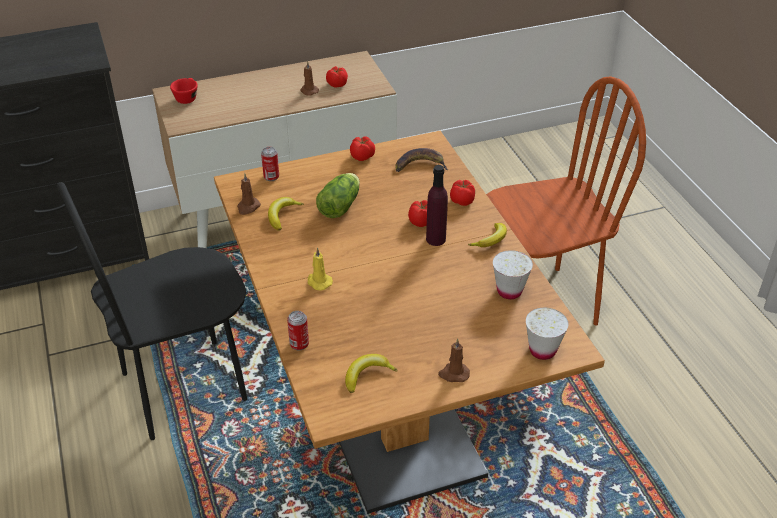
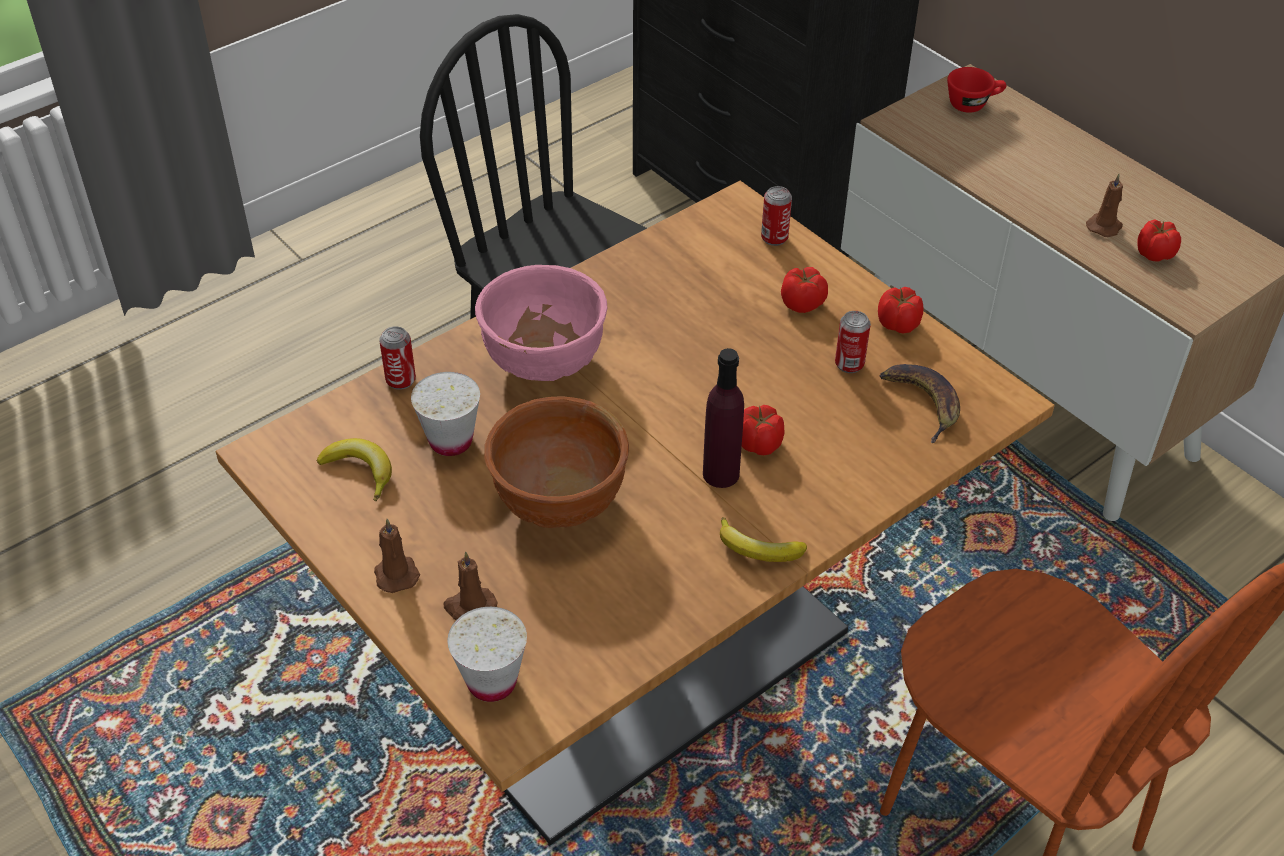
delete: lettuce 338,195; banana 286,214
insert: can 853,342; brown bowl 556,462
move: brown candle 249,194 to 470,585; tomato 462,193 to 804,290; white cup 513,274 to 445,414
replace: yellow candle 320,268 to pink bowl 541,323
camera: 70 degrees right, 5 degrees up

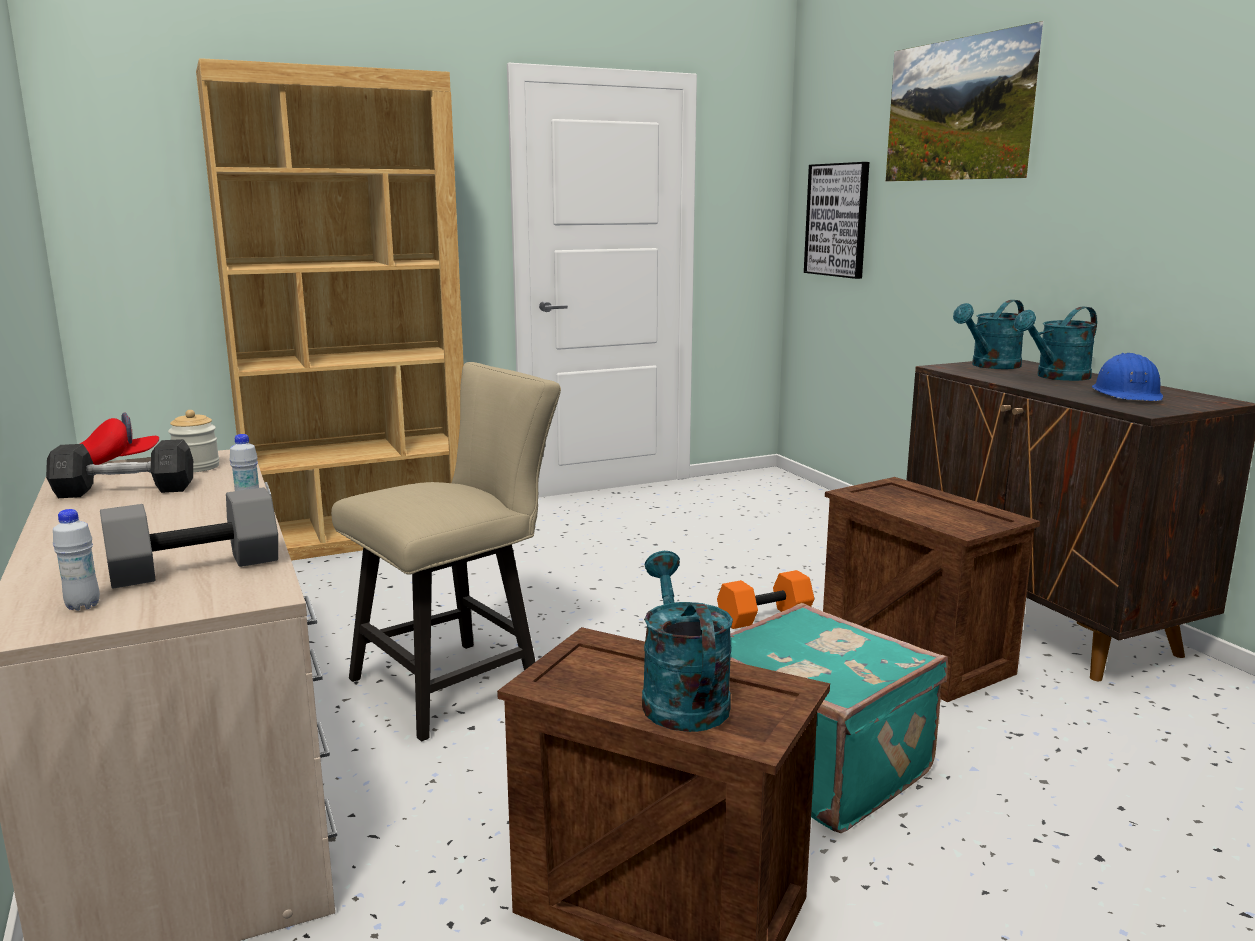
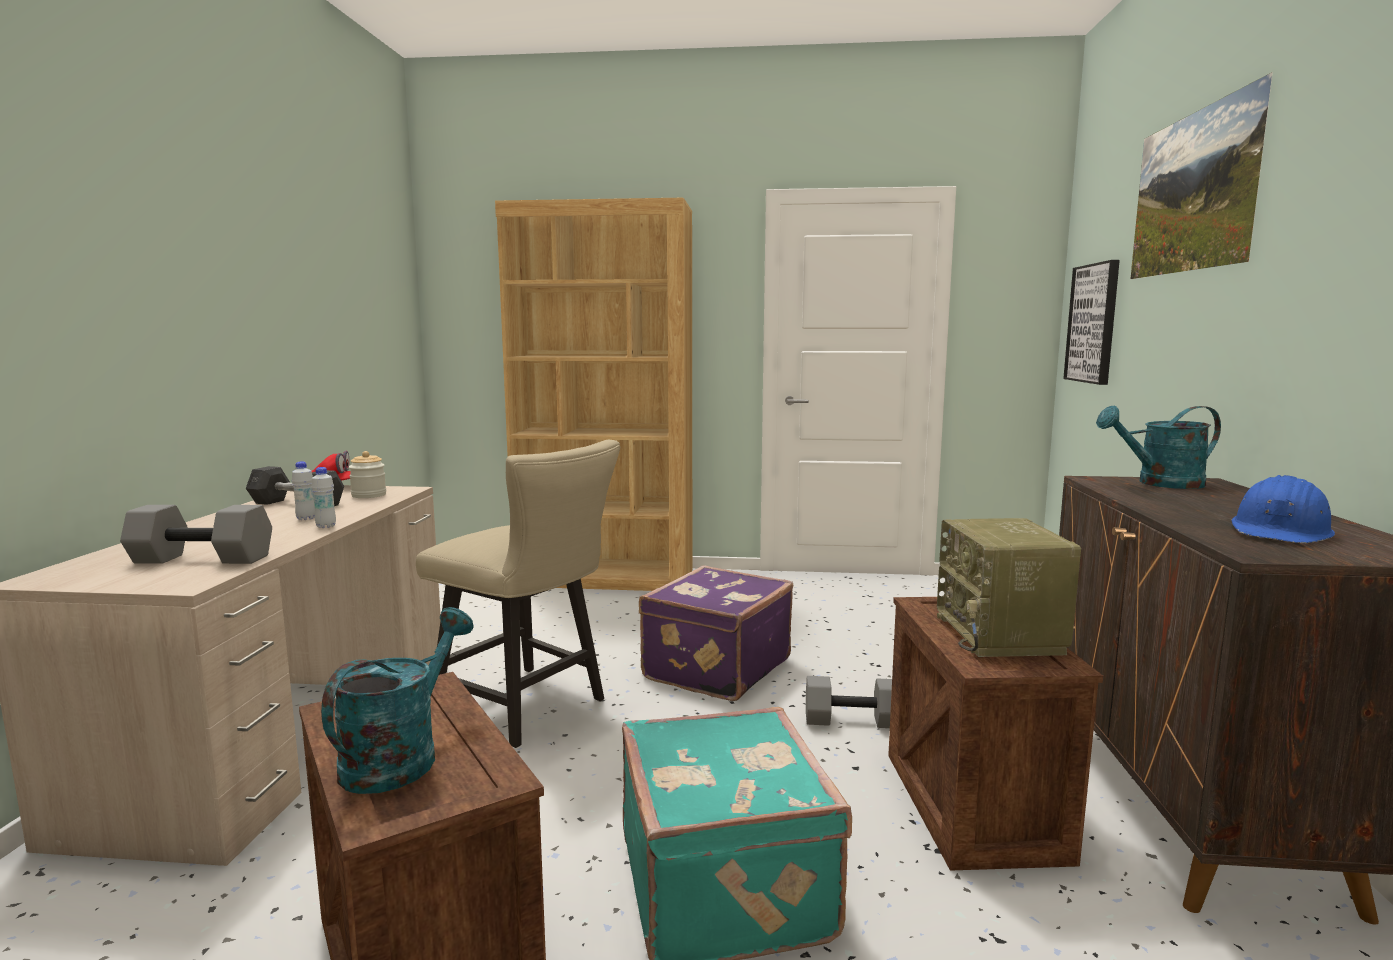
delete: turquoise watering can 1055,344
insert: radio 1009,587; purple suitcase 716,633
move: white bottle 76,560 to 303,490
recolor: orange dumbbell 765,599 to grey dumbbell 849,702
rotate: beige chair 446,551 = 518,594 45 degrees clockwise
camera: 30 degrees right, 5 degrees down

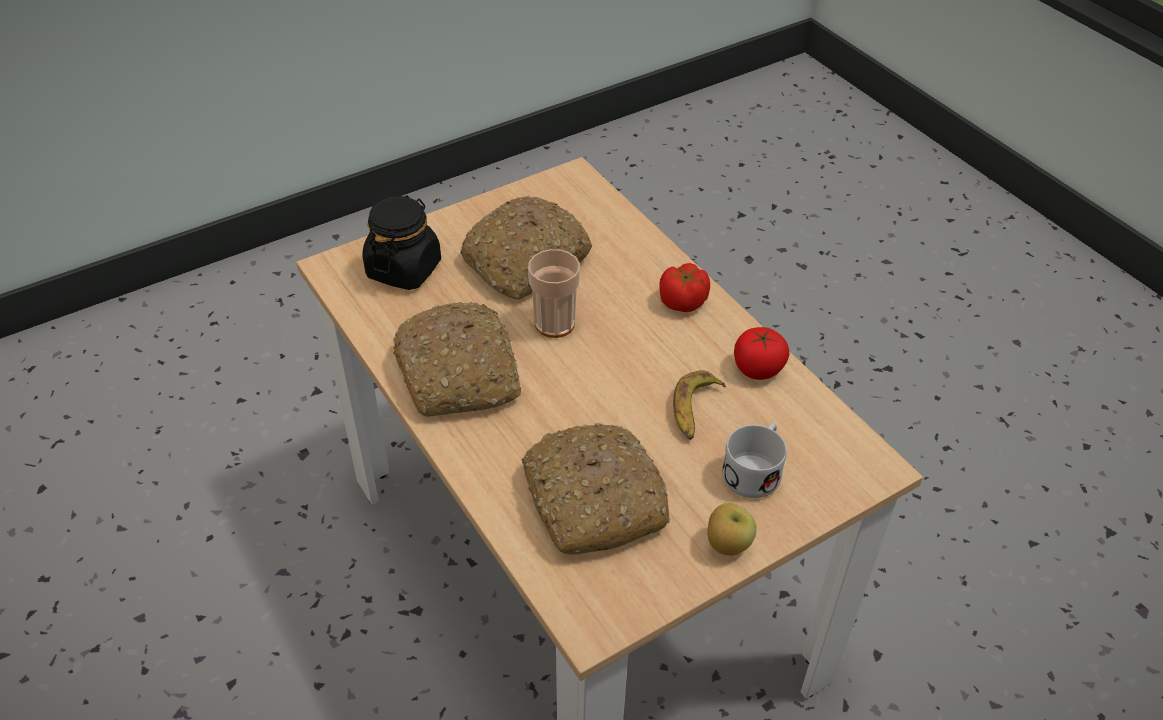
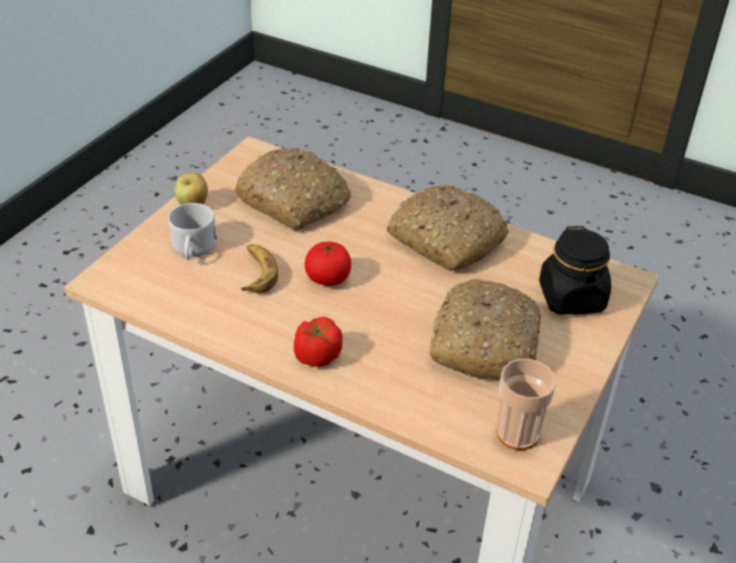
move: cup 554,293 to 526,404; tomato 761,353 to 327,264
camera: 150 degrees right, 5 degrees down

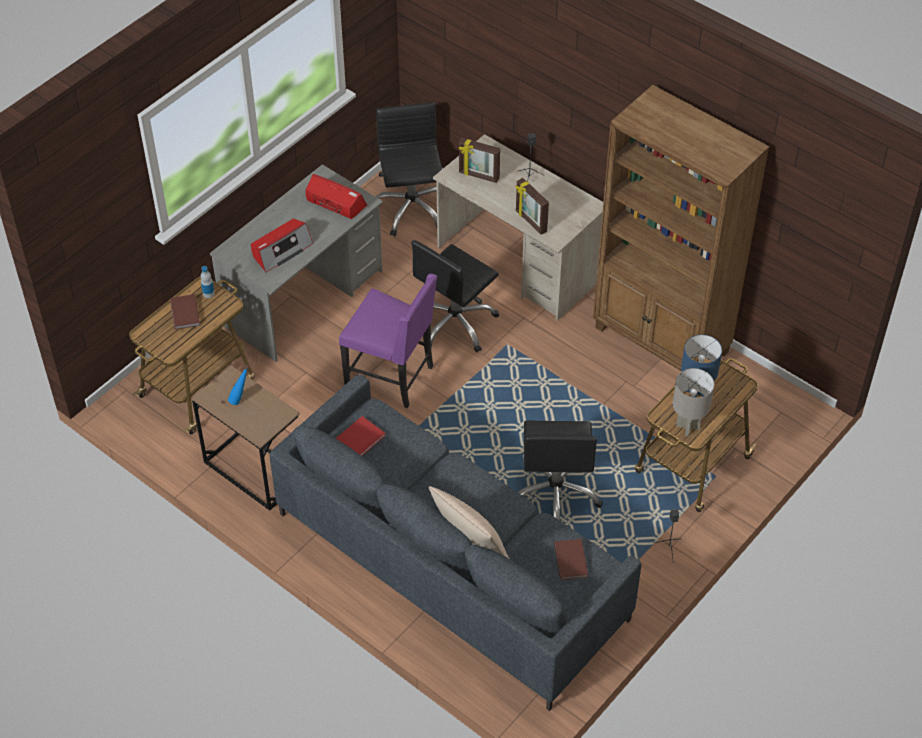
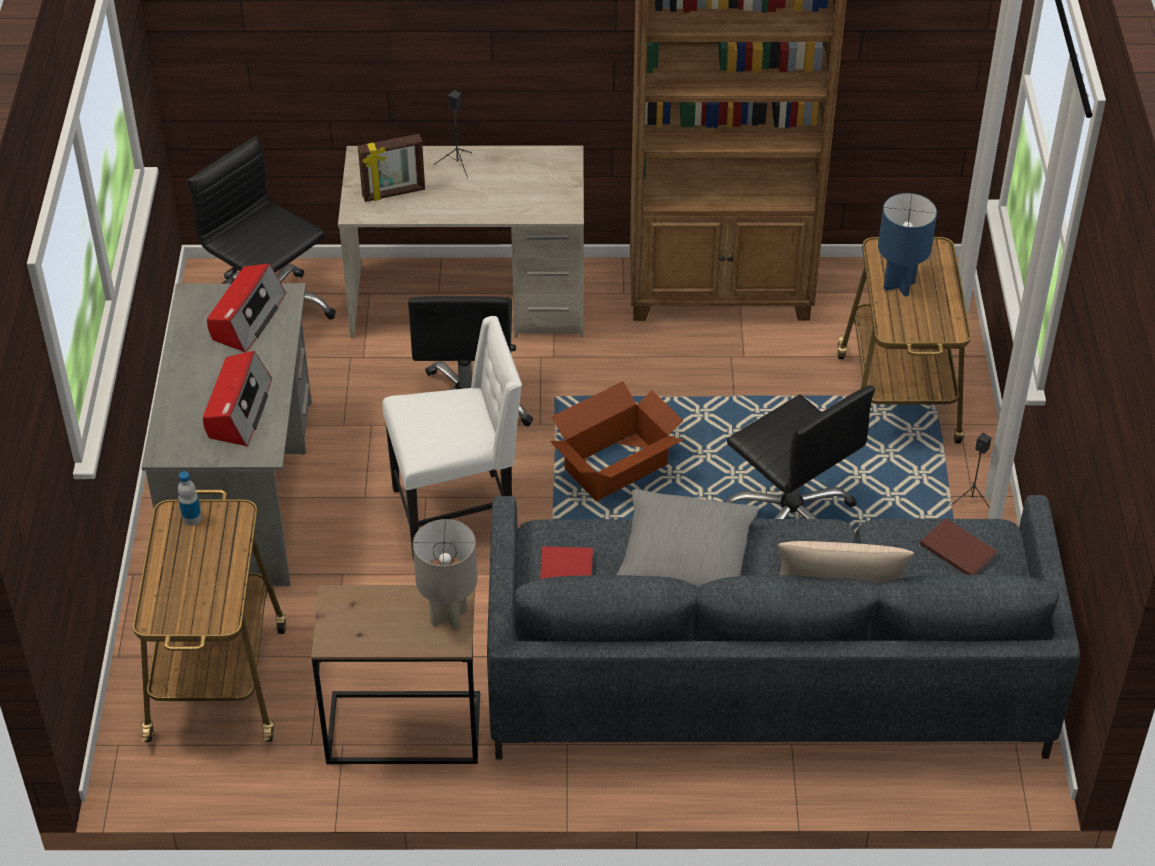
delete: picture frame 532,206; brown book 185,312; blue bottle 238,385
insert: cardboard box 616,441; grey pillow 687,538
move: grey table lamp 693,402 to 445,575
recolor: purple chair 388,340 to white chair 452,438
rotate: radio 336,196 = 246,308 120 degrees clockwise
camera: 40 degrees left, 5 degrees down

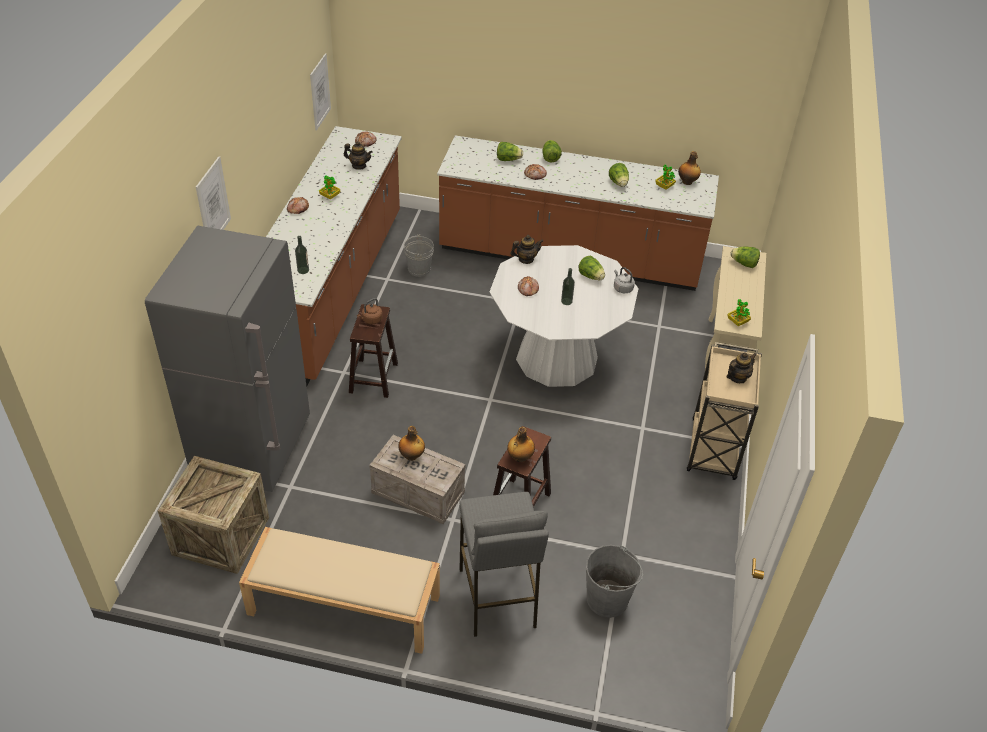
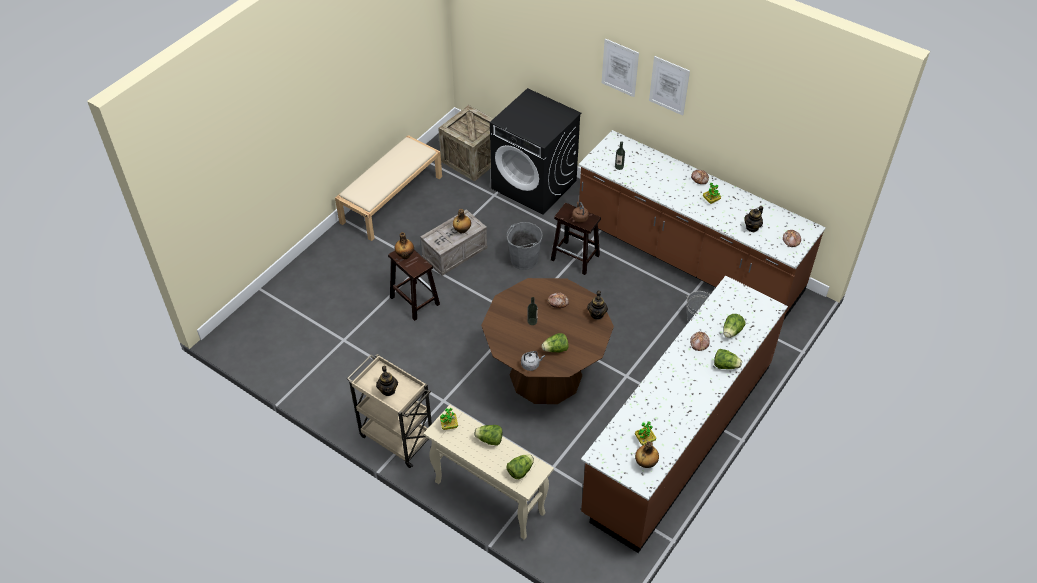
delete: grey stool 504,564
move: picture 320,92 to 669,85; lettuce 619,175 to 488,435; grey bucket 614,581 to 525,246
replace: grey fridge 227,359 to black washing machine 535,151
recolor: white dining table 564,316 to brown dining table 547,341
camera: 115 degrees right, 5 degrees up

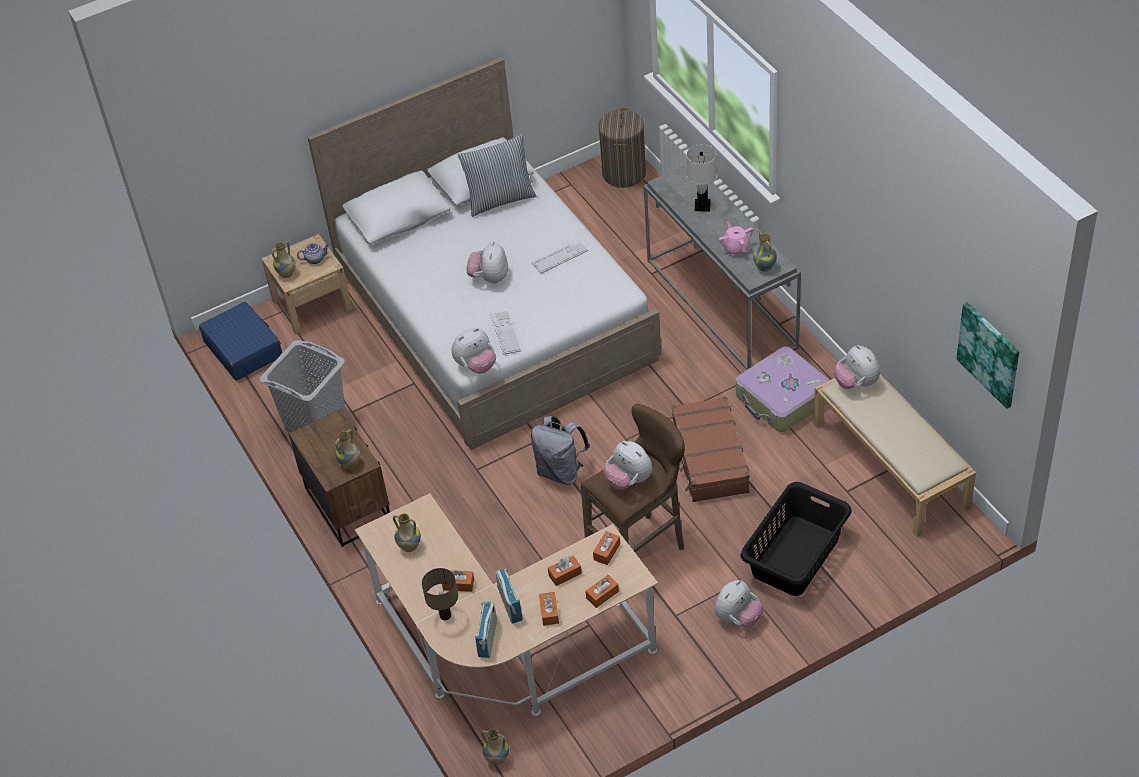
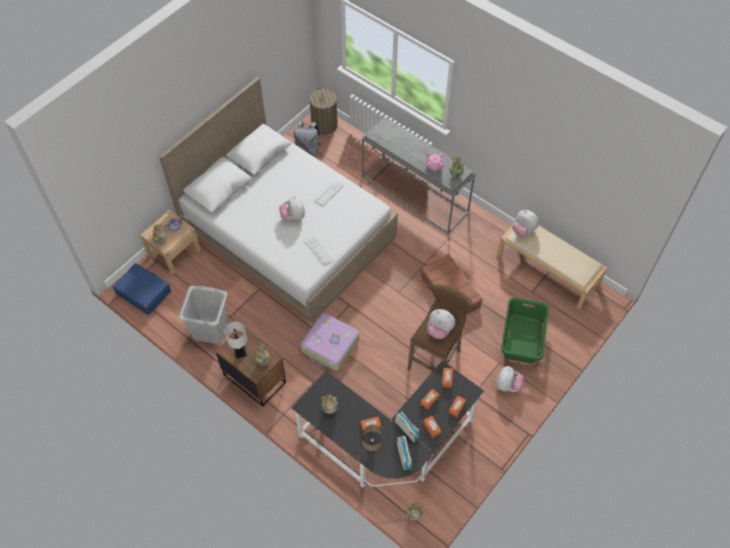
delete: pillow 497,175; picture 987,355; plush toy 473,351
move: white table lamp 701,177 to 235,340; suitcase 783,389 to 330,342; grey backpack 560,450 to 307,138
recolor: black laundry basket 796,539 to green laundry basket 525,330; beige desk 506,605 to black desk 387,424
camera: 25 degrees left, 10 degrees up

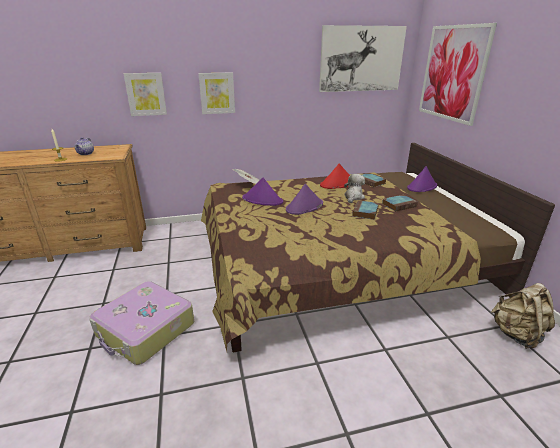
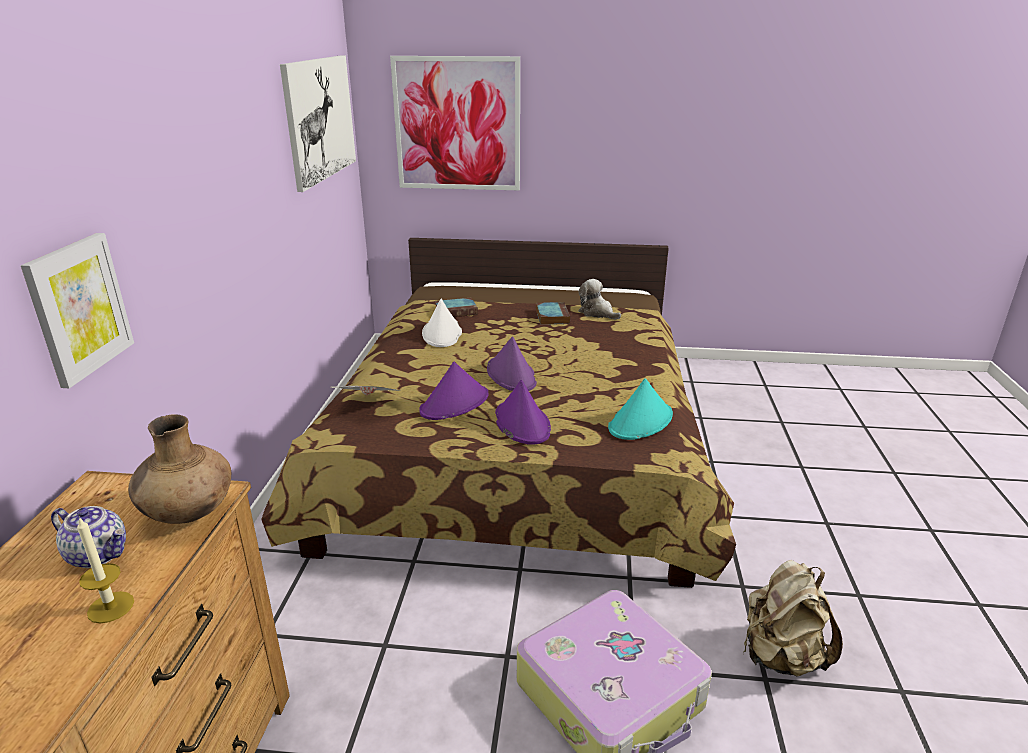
delete: picture 216,93; book 366,210
insert: turquoise hat 640,409; brown vase 179,469
move: purple hat 422,179 to 523,412; plush toy 354,188 to 599,299; beige backpack 523,316 to 793,618
recolor: red hat 335,176 to white hat 442,323
camera: 70 degrees left, 0 degrees up

